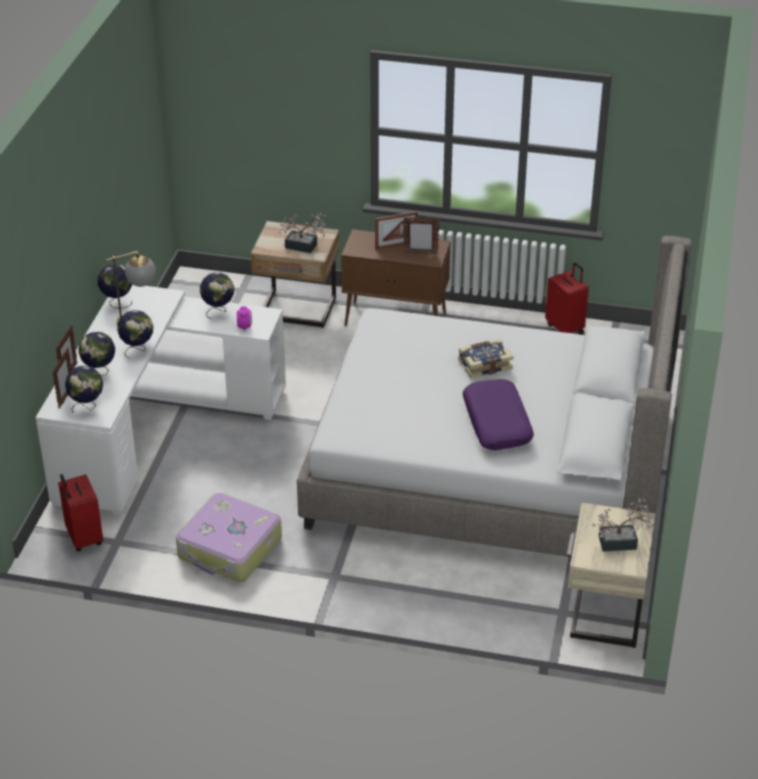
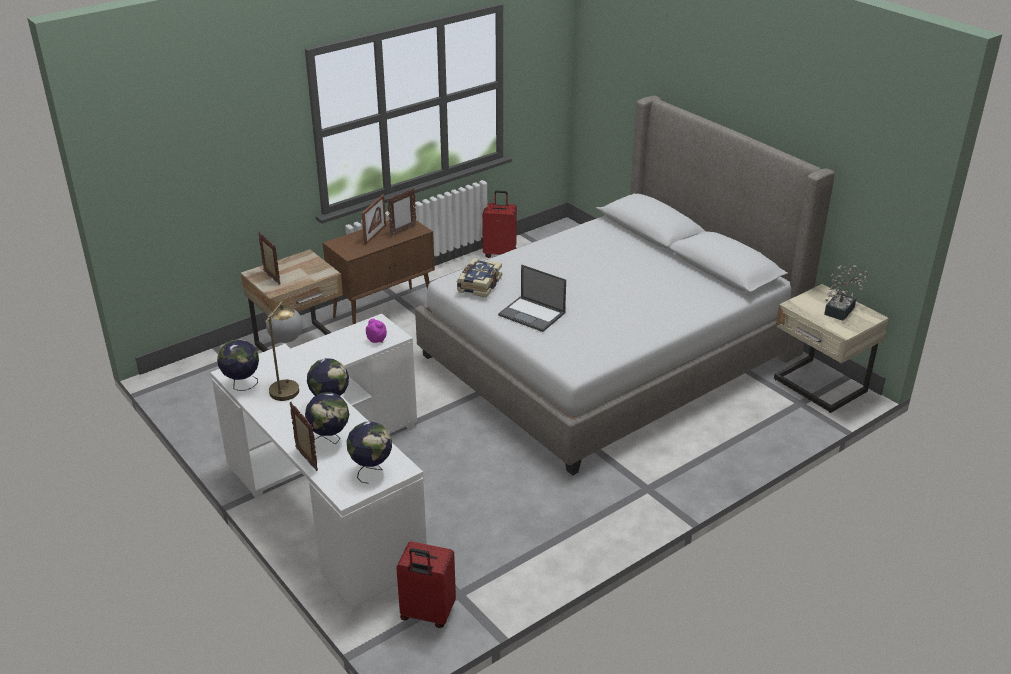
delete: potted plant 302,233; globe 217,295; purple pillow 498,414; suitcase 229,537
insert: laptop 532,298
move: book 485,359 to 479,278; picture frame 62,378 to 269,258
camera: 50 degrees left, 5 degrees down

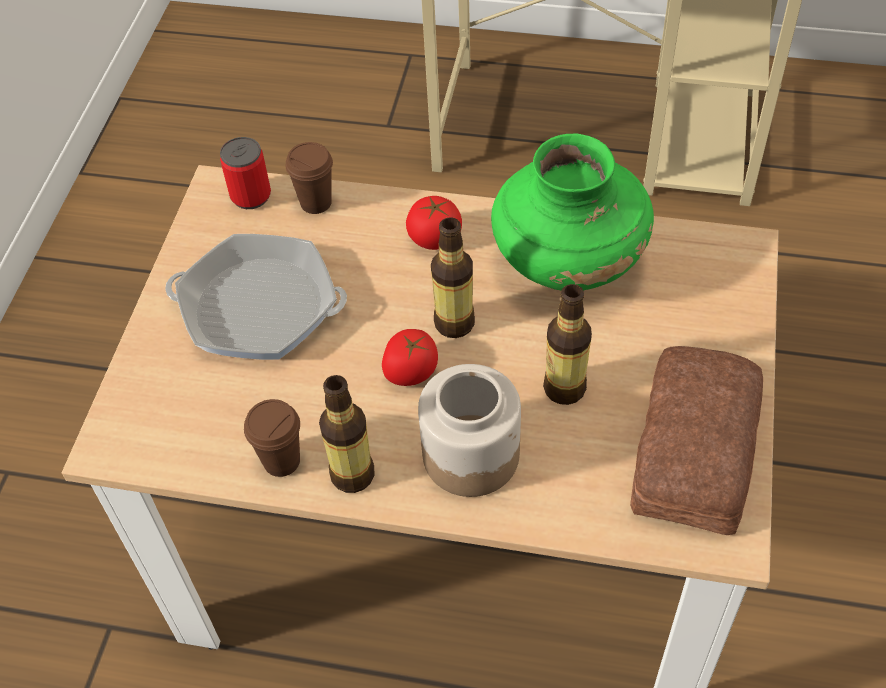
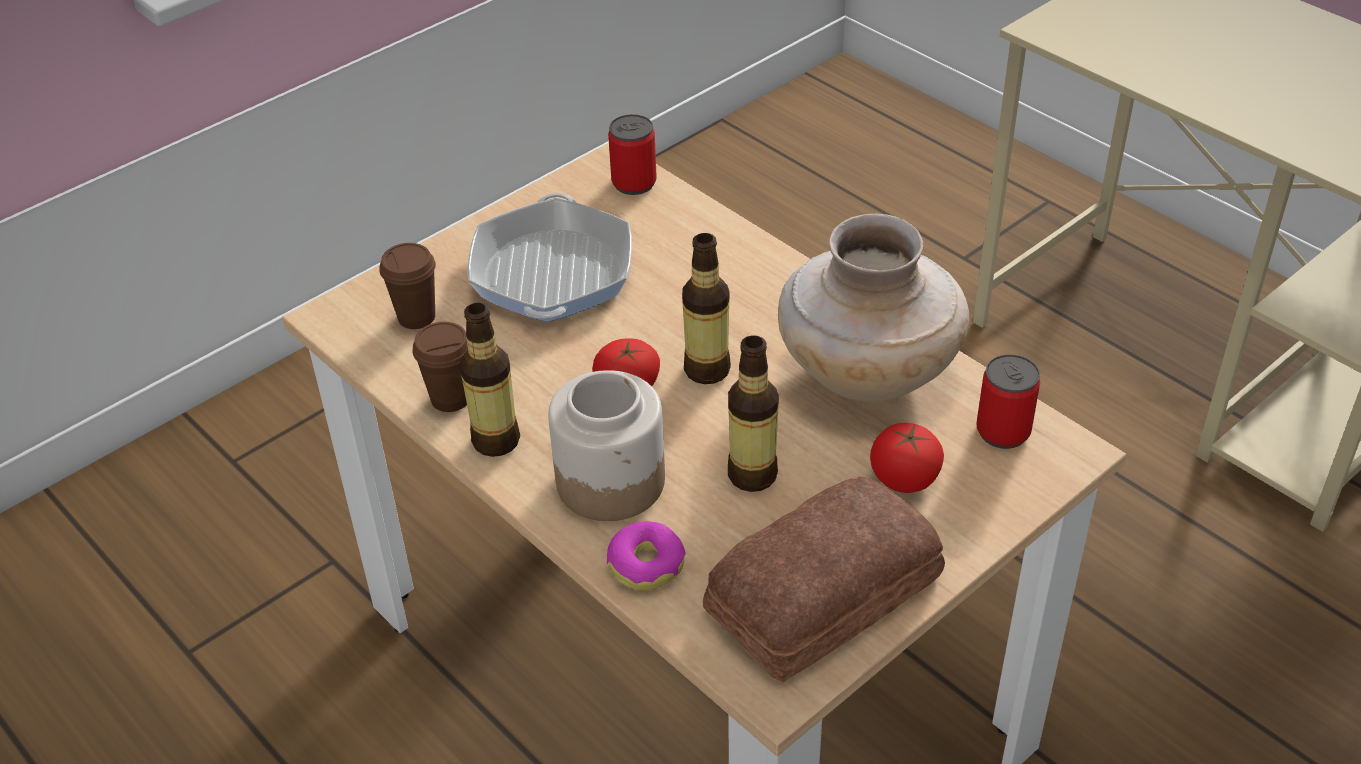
insert: can 1008,401; donut 646,555
move: brown cup 309,178 to 407,286; tomato 434,223 to 907,458
recolor: green vase 572,211 to beige vase 873,307
rotate: frying pan 256,297 = 550,257 45 degrees clockwise
camera: 35 degrees right, 10 degrees down

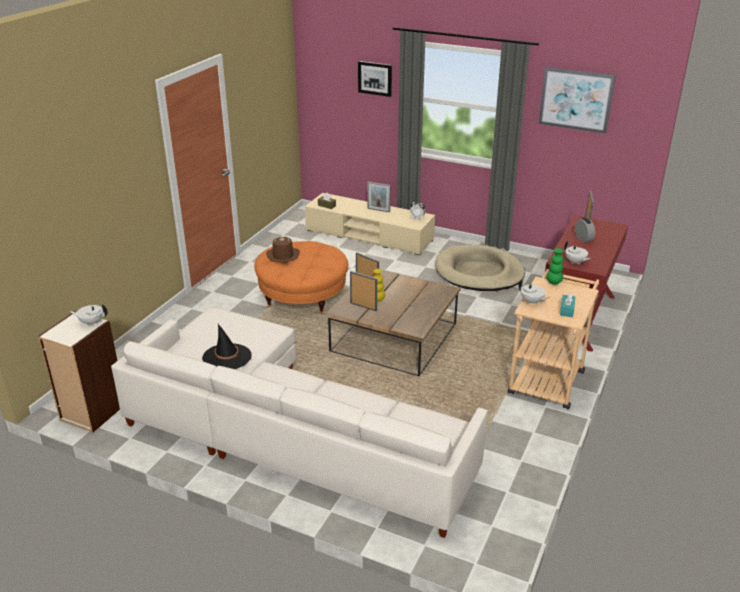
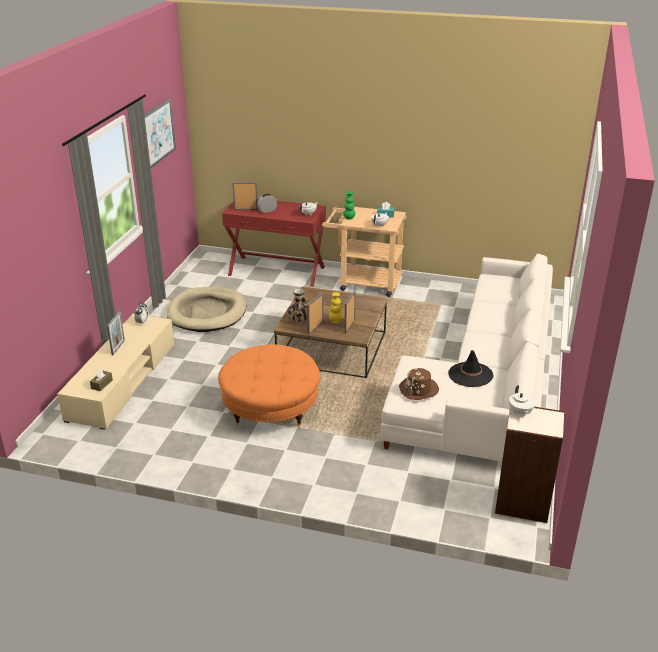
delete: picture 375,79
insert: vase 297,305
move: brown hat 283,249 to 419,384
camera: 100 degrees left, 0 degrees up

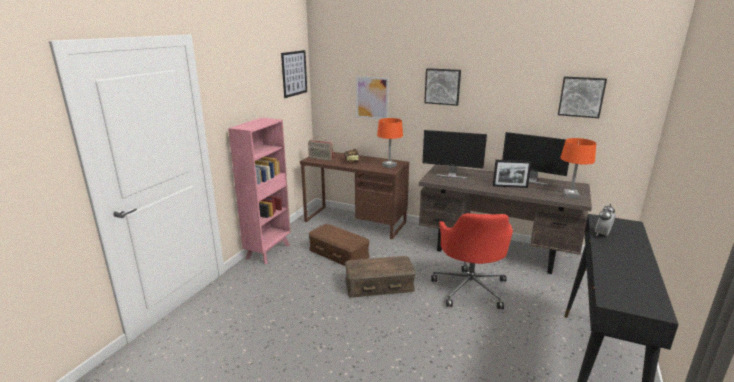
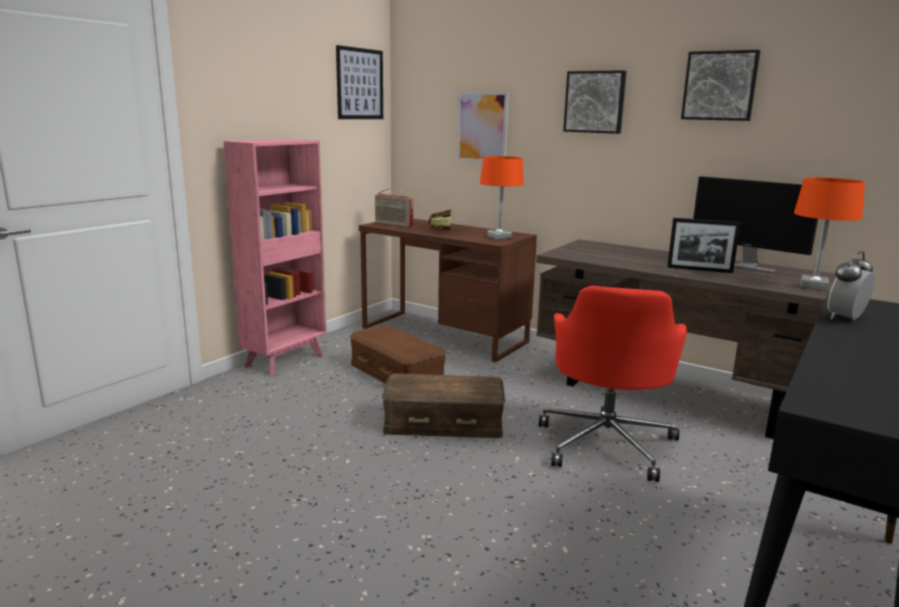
delete: monitor 454,154
move: picture 582,97 to 721,85
camera: 10 degrees right, 5 degrees down

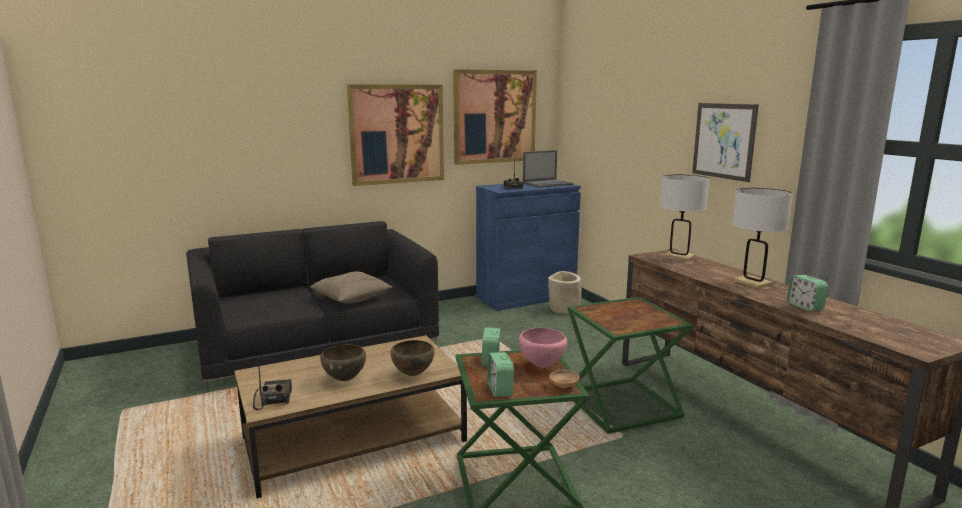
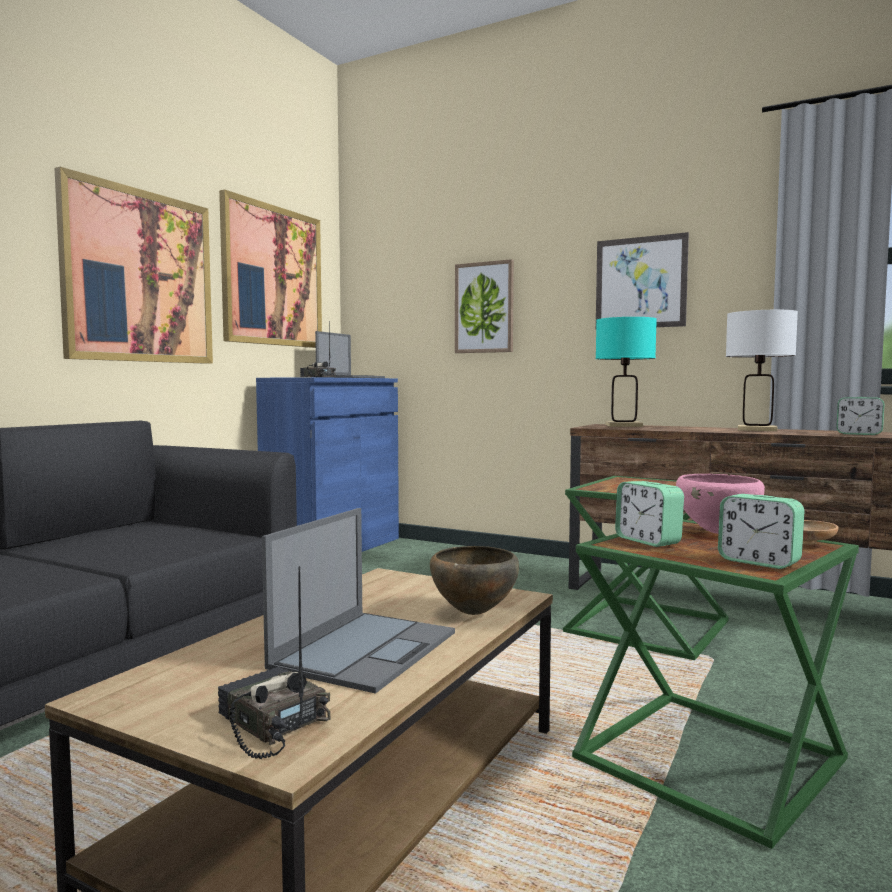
delete: beige pillow 351,287; beige planter 565,292
insert: picture 484,306
replace: brown bowl 343,362 to laptop 358,601
recolor: white table lamp 684,217 to turquoise table lamp 626,372
camera: 35 degrees left, 10 degrees down

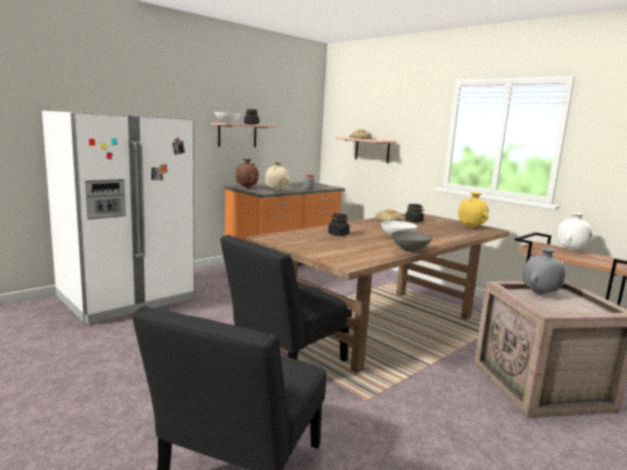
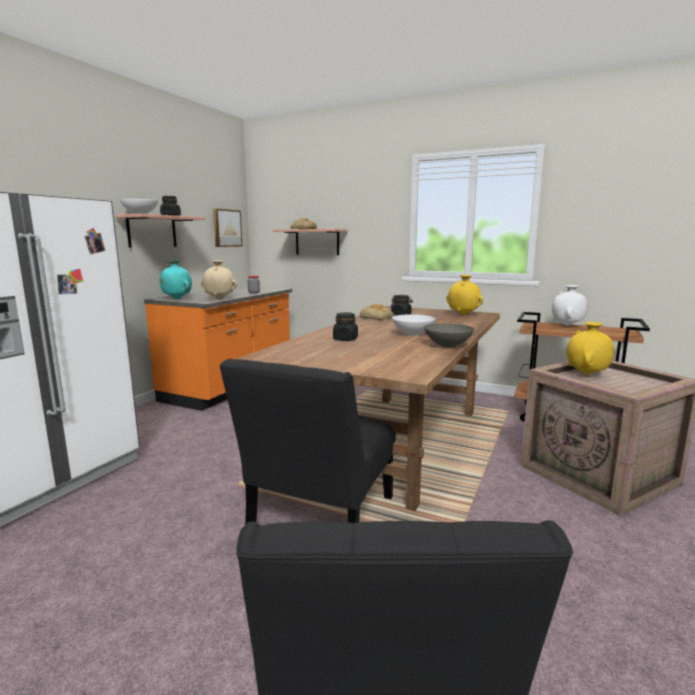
insert: picture 228,228
recolor: brown vase 247,173 to turquoise vase 176,280; grey vase 544,271 to yellow vase 590,348
camera: 20 degrees left, 0 degrees up

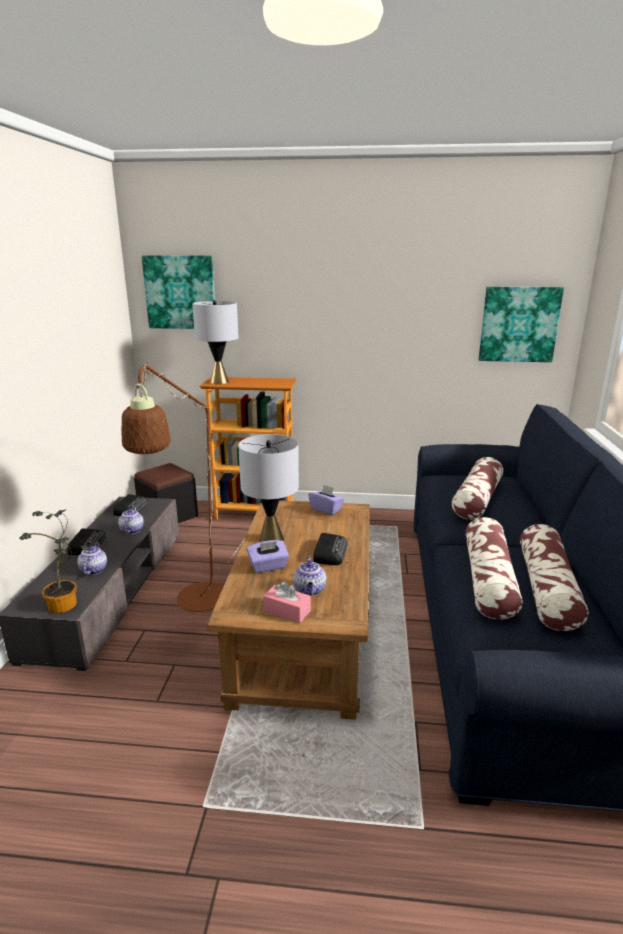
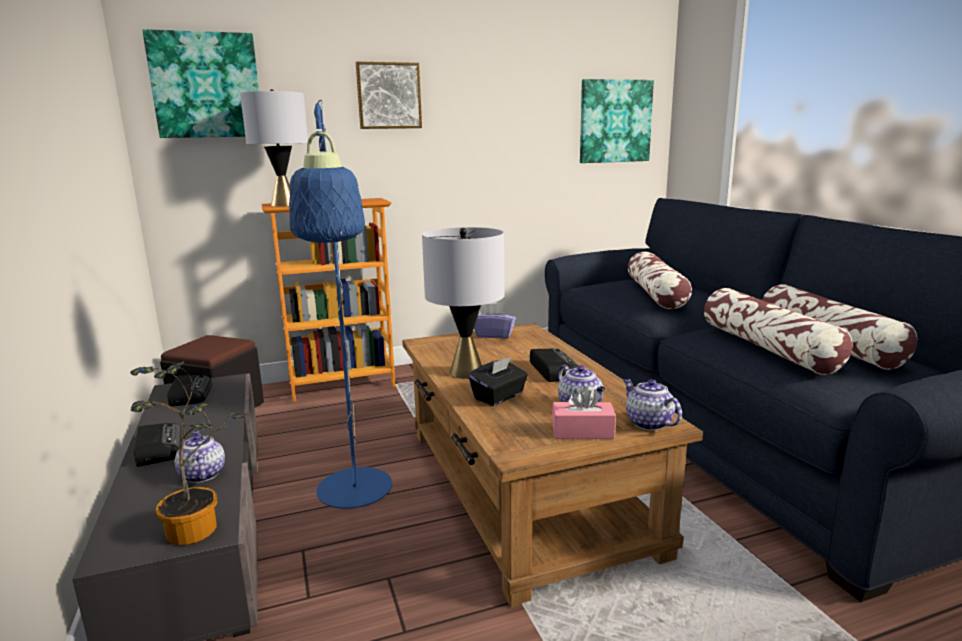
insert: picture 389,95
move: teapot 131,520 to 652,404
recolor: brown floor lamp 182,487 to blue floor lamp 340,304; purple tissue box 267,556 to black tissue box 498,381
camera: 25 degrees left, 5 degrees down

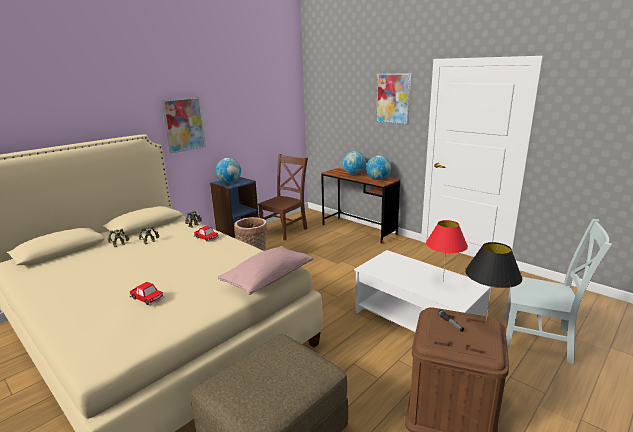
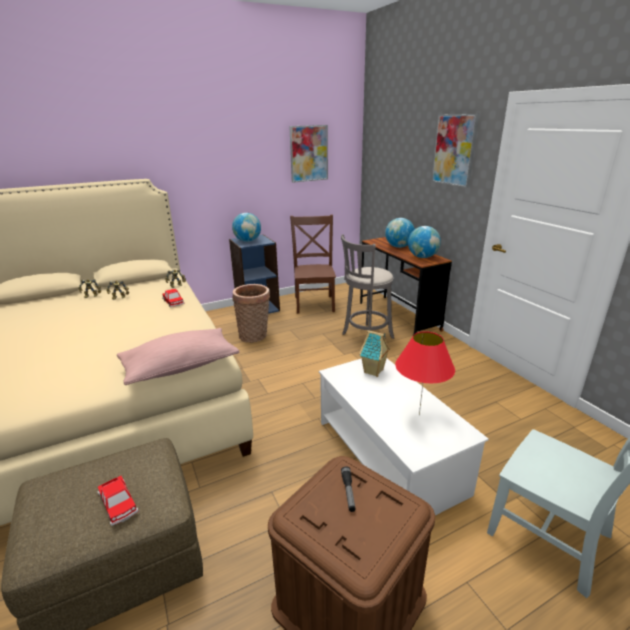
delete: black table lamp 493,281
insert: grey stool 367,286; toy house 374,353
move: picture 184,125 to 308,154; toy car 146,293 to 118,501
rotate: brown chair 283,197 = 313,264 60 degrees counterclockwise
camera: 20 degrees right, 5 degrees up

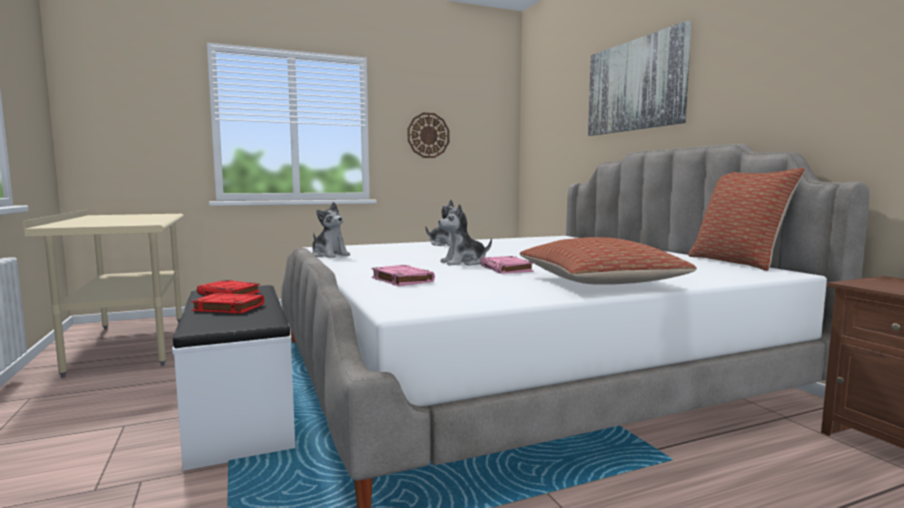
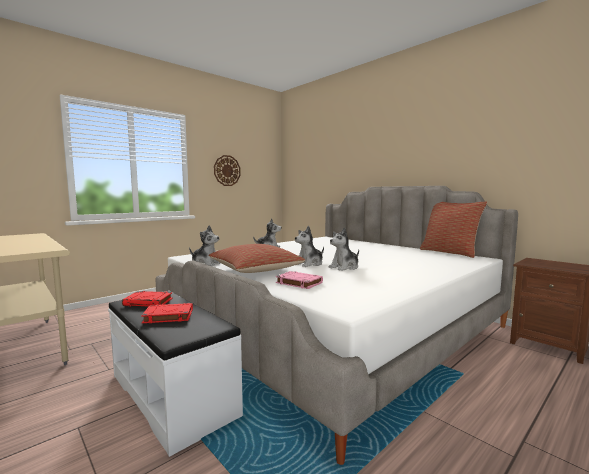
delete: picture 640,78
move: pillow 608,261 to 257,258
replace: pink book 507,265 to plush toy 344,249
camera: 20 degrees left, 0 degrees up

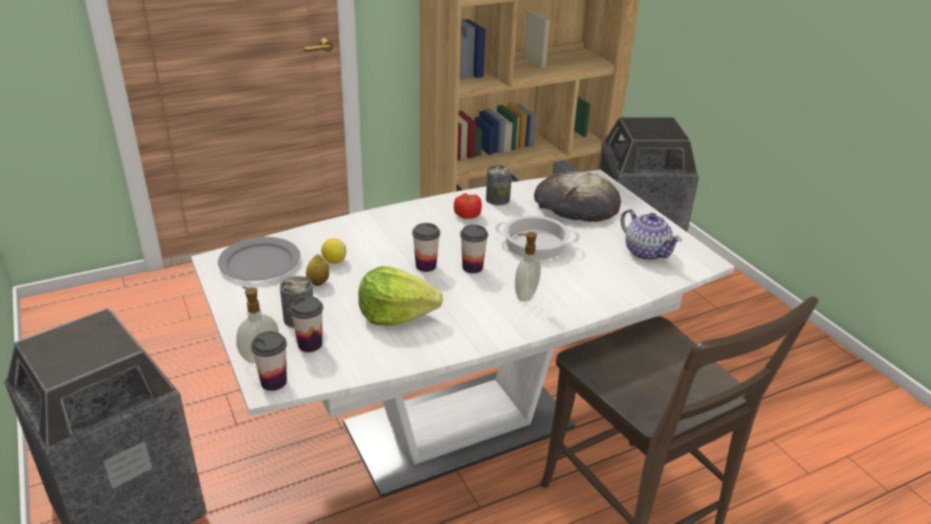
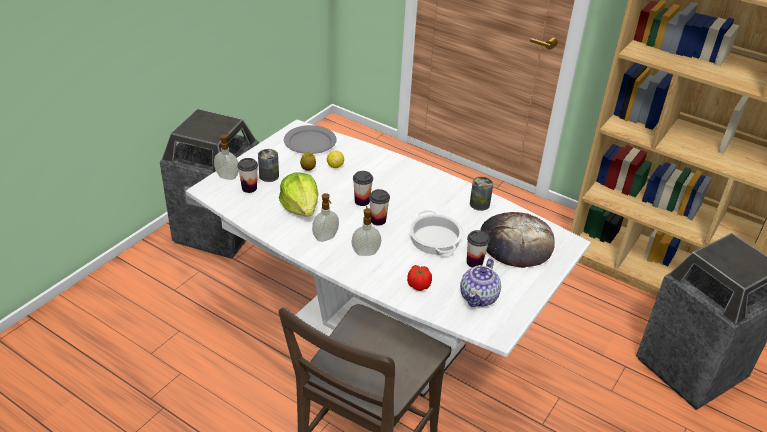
insert: soap dispenser 325,217
move: tomato 468,206 to 419,278; cup 269,361 to 478,249
camera: 60 degrees right, 5 degrees up

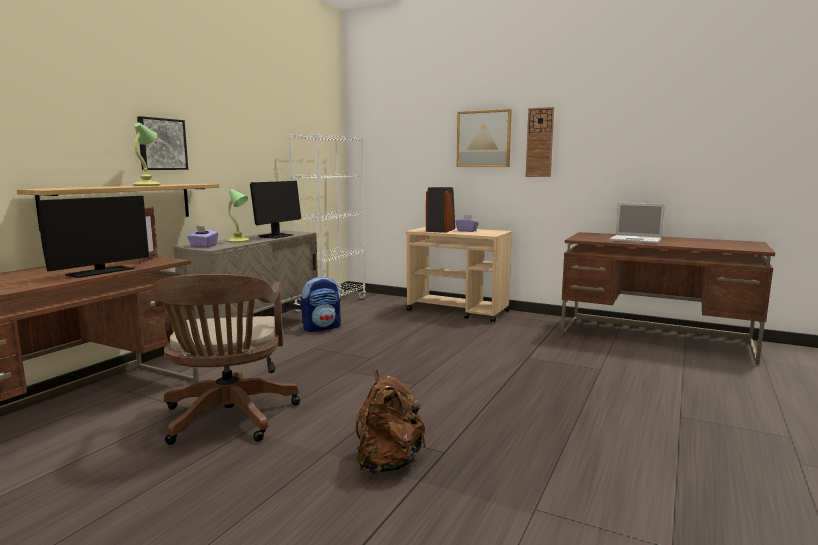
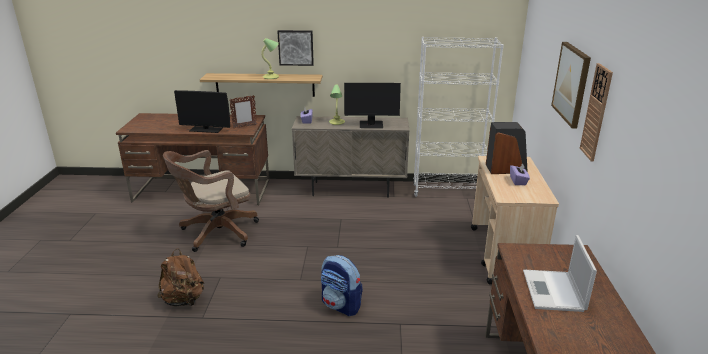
move: backpack 321,304 to 342,285
camera: 65 degrees right, 15 degrees up

